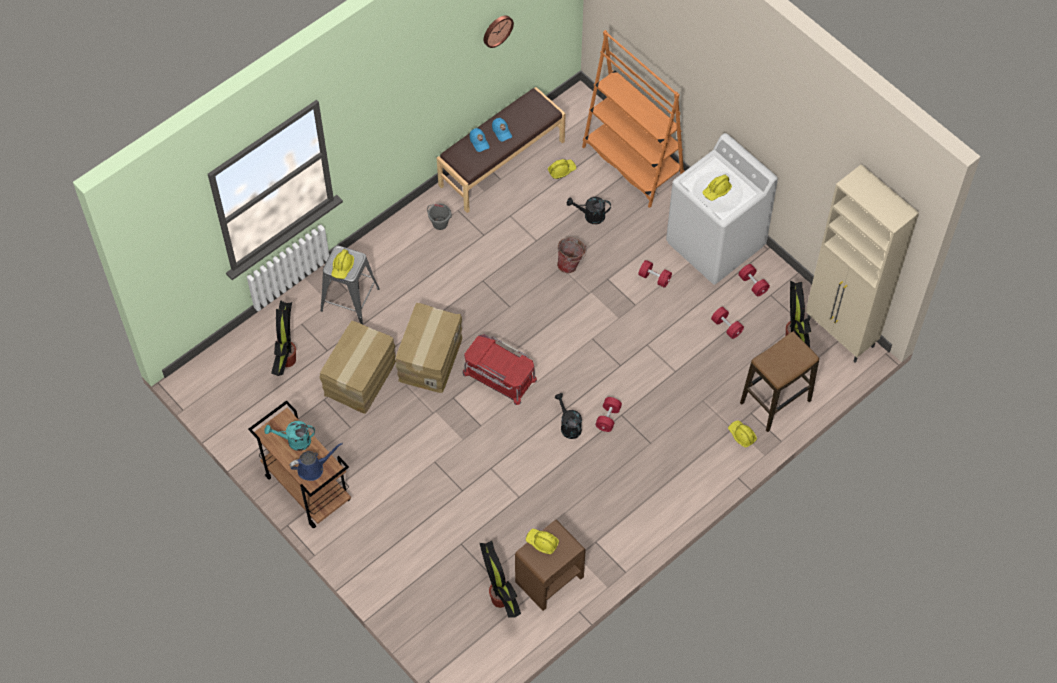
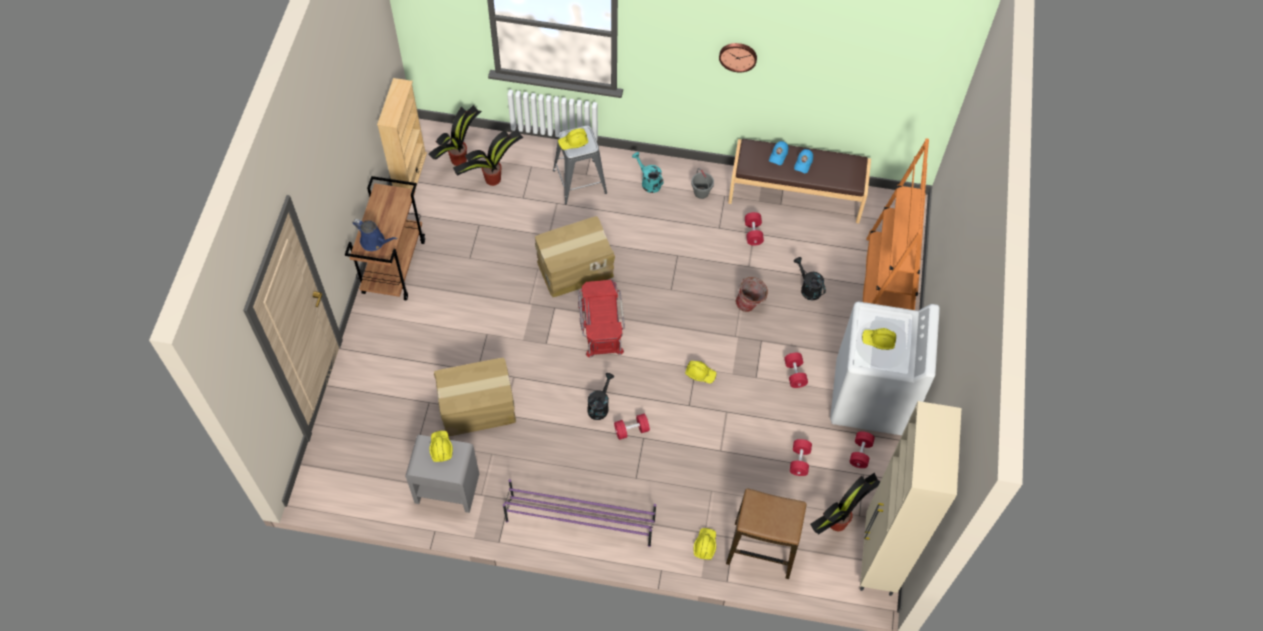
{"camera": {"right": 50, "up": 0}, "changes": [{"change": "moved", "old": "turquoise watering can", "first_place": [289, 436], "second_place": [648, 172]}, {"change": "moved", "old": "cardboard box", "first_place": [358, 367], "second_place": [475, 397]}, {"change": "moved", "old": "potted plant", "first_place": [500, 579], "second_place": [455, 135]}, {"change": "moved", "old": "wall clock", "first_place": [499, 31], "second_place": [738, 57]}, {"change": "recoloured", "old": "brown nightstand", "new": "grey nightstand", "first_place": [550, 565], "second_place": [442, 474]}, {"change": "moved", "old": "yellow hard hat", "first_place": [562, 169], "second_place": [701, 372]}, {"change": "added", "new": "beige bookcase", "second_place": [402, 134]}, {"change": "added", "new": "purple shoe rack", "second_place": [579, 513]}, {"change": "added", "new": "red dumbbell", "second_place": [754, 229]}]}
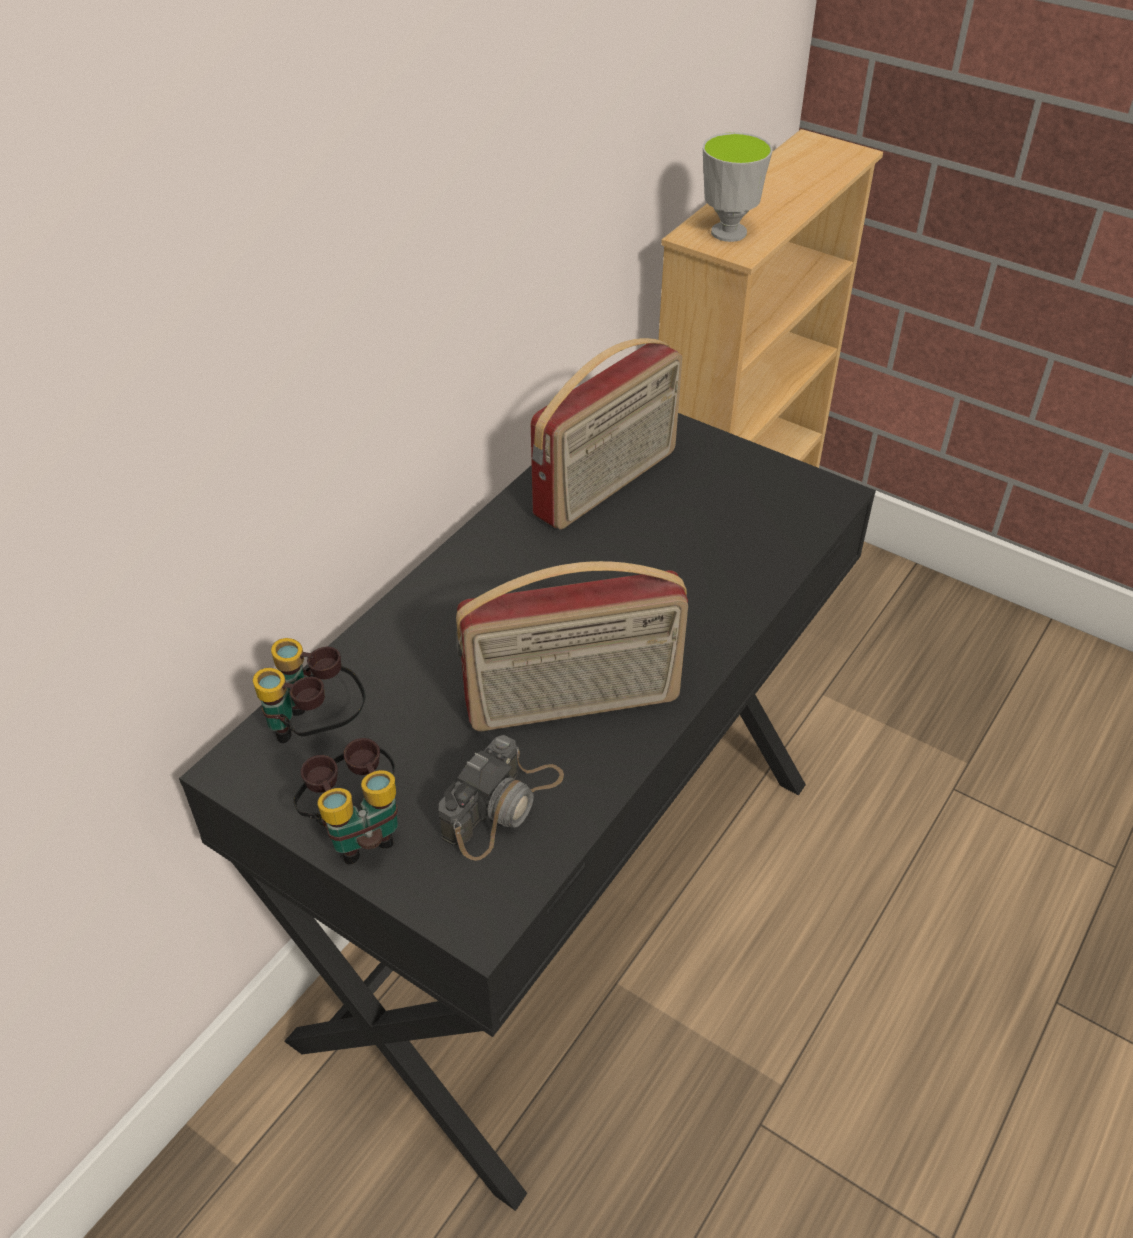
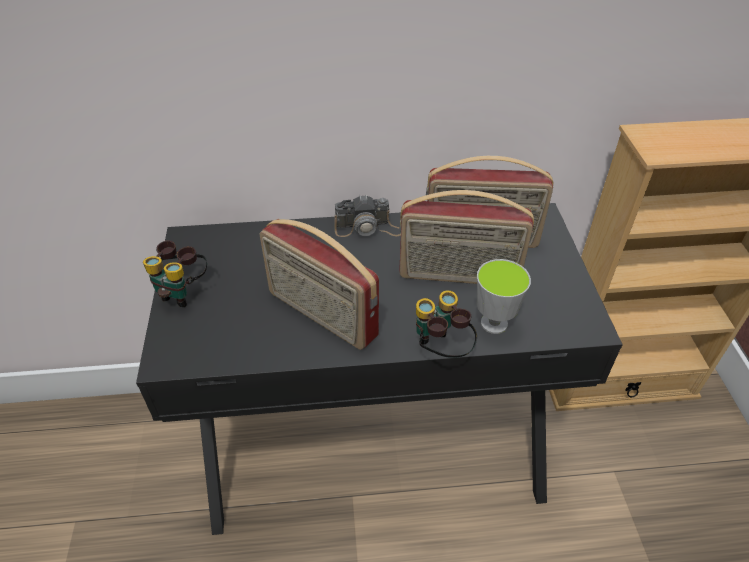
{"camera": {"right": 50, "up": 0}, "changes": [{"change": "moved", "old": "binoculars", "first_place": [309, 690], "second_place": [446, 324]}, {"change": "moved", "old": "photo camera", "first_place": [501, 798], "second_place": [367, 216]}, {"change": "moved", "old": "cup", "first_place": [737, 187], "second_place": [504, 296]}, {"change": "added", "new": "radio", "second_place": [466, 237]}]}
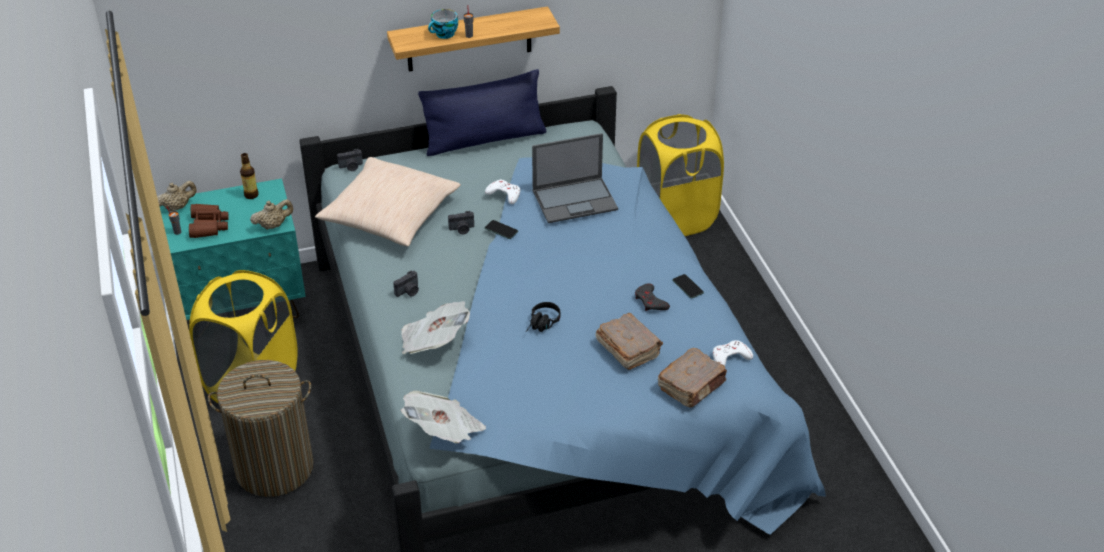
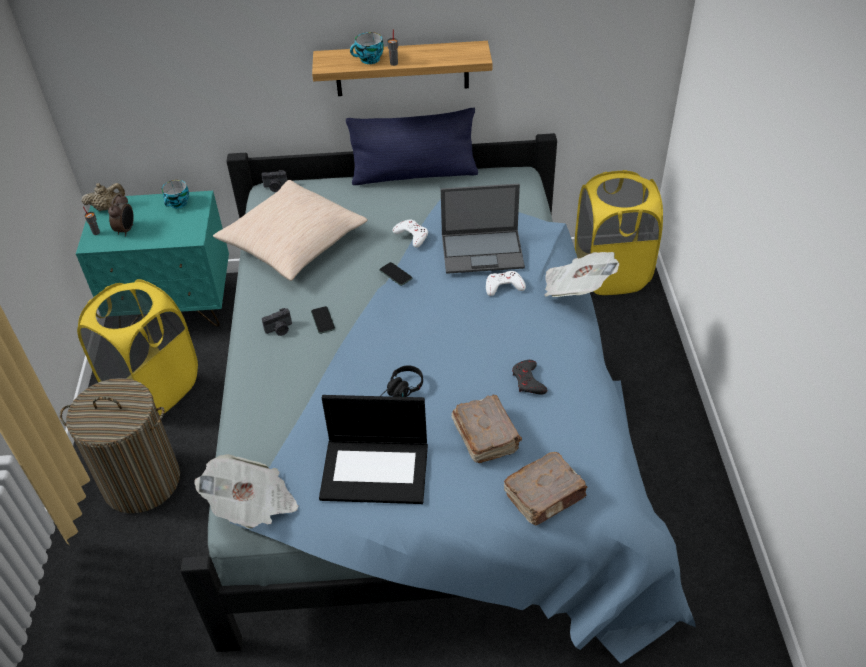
{"camera": {"right": 15, "up": 5}, "changes": [{"change": "replaced", "old": "brown binoculars", "new": "alarm clock", "first_place": [209, 221], "second_place": [121, 215]}, {"change": "replaced", "old": "bottle", "new": "cup", "first_place": [249, 176], "second_place": [175, 194]}, {"change": "removed", "old": "beige teapot", "first_place": [271, 214]}, {"change": "moved", "old": "newspaper", "first_place": [435, 327], "second_place": [582, 274]}, {"change": "removed", "old": "photo camera", "first_place": [461, 222]}, {"change": "moved", "old": "phone", "first_place": [688, 286], "second_place": [323, 320]}, {"change": "moved", "old": "white game controller", "first_place": [733, 353], "second_place": [506, 283]}, {"change": "added", "new": "laptop", "second_place": [373, 449]}]}
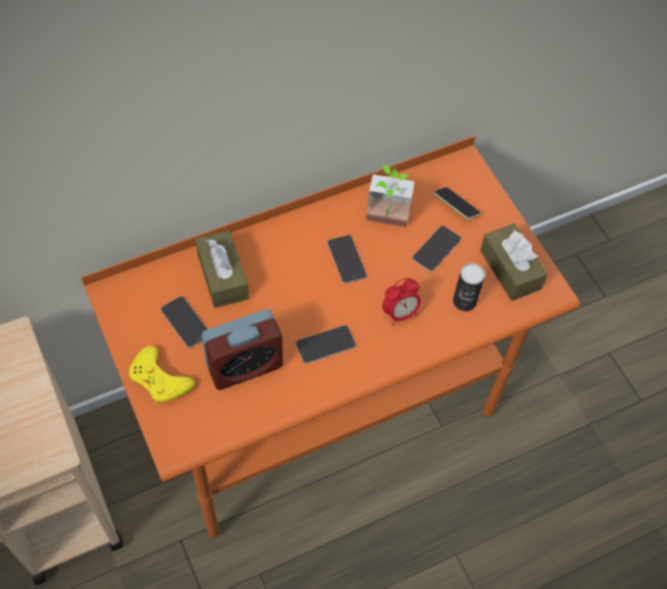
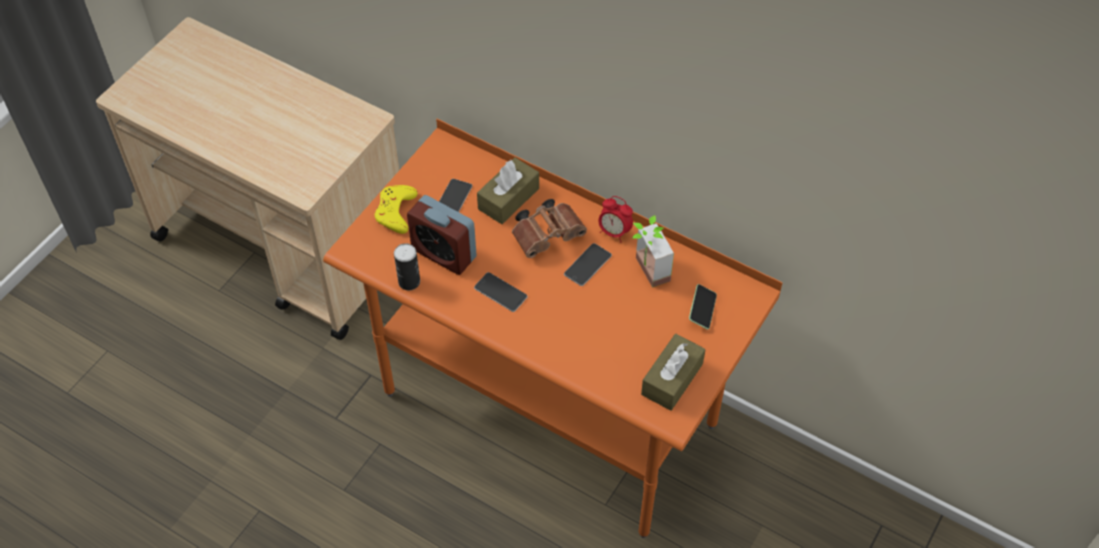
{"camera": {"right": 60, "up": -5}, "changes": [{"change": "moved", "old": "alarm clock", "first_place": [401, 301], "second_place": [615, 219]}, {"change": "removed", "old": "phone", "first_place": [437, 248]}, {"change": "moved", "old": "can", "first_place": [469, 287], "second_place": [407, 266]}, {"change": "added", "new": "brown binoculars", "second_place": [549, 228]}]}
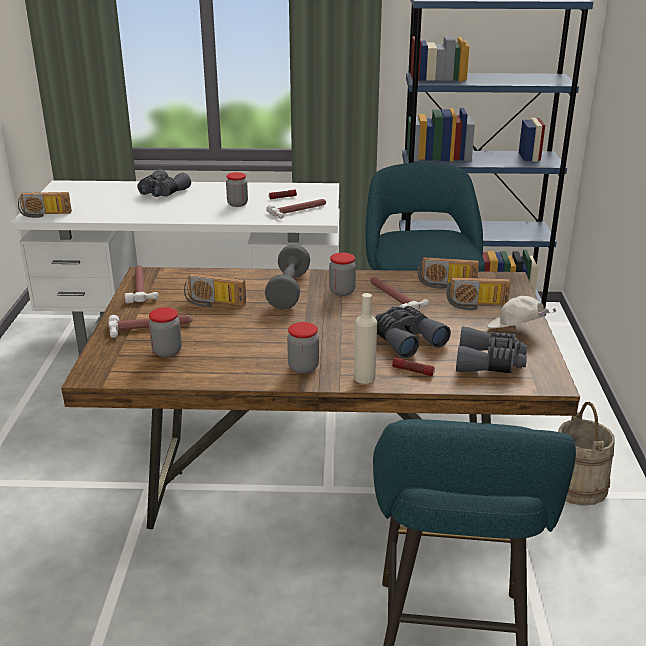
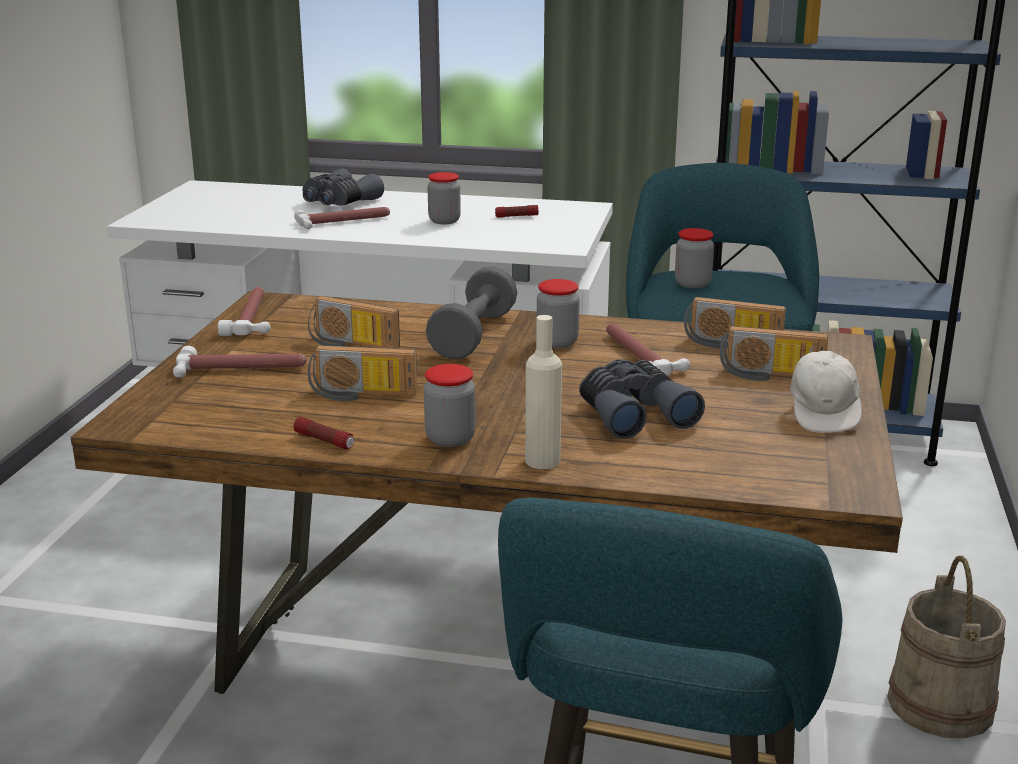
{"camera": {"right": 10, "up": -5}, "changes": [{"change": "moved", "old": "radio", "first_place": [45, 205], "second_place": [362, 373]}, {"change": "moved", "old": "jar", "first_place": [165, 332], "second_place": [694, 258]}, {"change": "moved", "old": "hammer", "first_place": [296, 209], "second_place": [342, 218]}, {"change": "moved", "old": "flashlight", "first_place": [413, 366], "second_place": [324, 433]}, {"change": "removed", "old": "grey binoculars", "first_place": [491, 350]}, {"change": "turned", "old": "white cap", "first_place": [522, 312], "second_place": [826, 389], "degrees": -120}]}
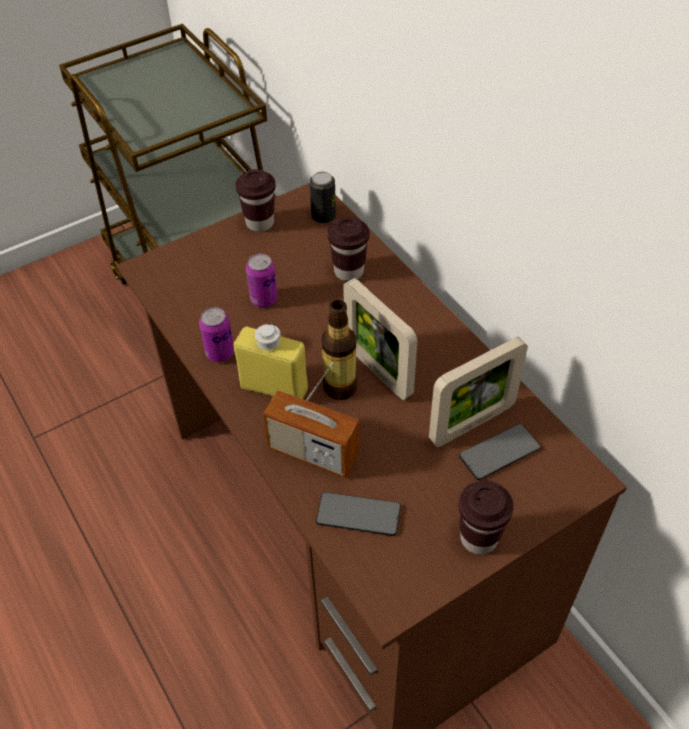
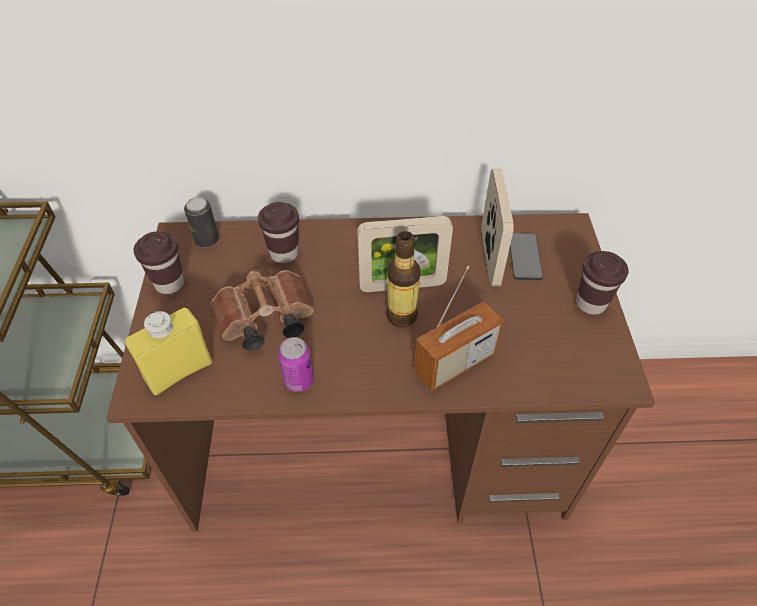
{"camera": {"right": -60, "up": 0}, "changes": [{"change": "moved", "old": "yellow bottle", "first_place": [271, 361], "second_place": [168, 351]}, {"change": "replaced", "old": "can", "new": "brown binoculars", "first_place": [262, 280], "second_place": [262, 310]}, {"change": "removed", "old": "phone", "first_place": [358, 514]}]}
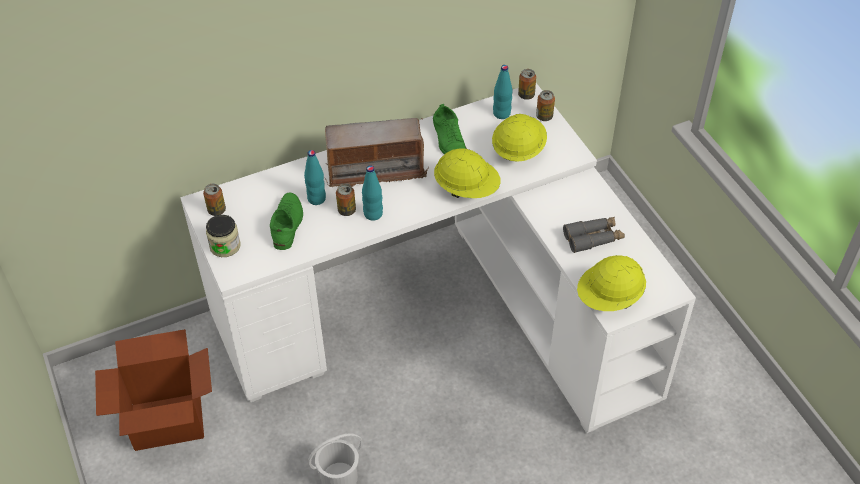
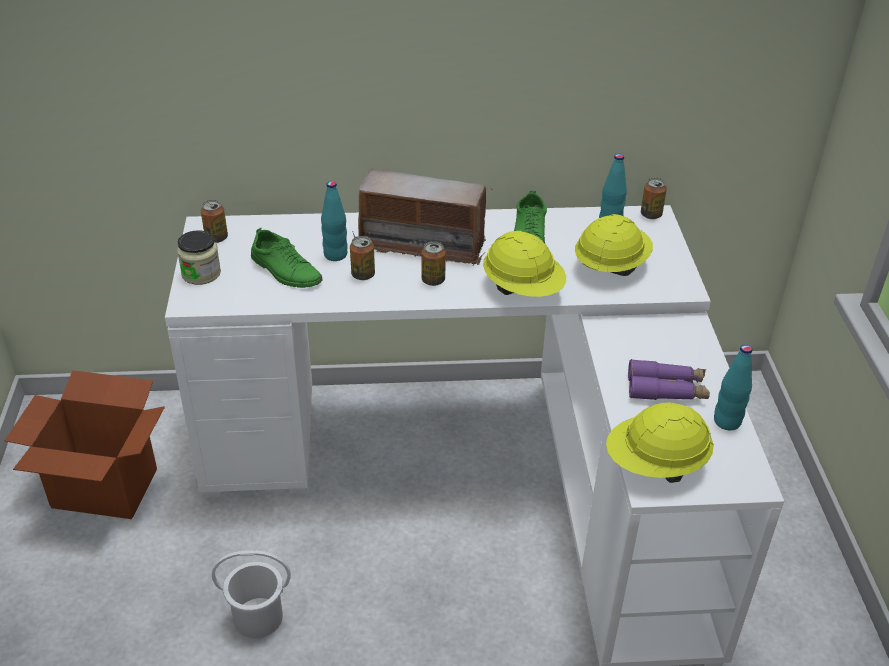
{"camera": {"right": 20, "up": -10}, "changes": [{"change": "turned", "old": "green shoe", "first_place": [286, 221], "second_place": [286, 258], "degrees": 105}, {"change": "moved", "old": "turquoise bottle", "first_place": [372, 193], "second_place": [733, 387]}, {"change": "moved", "old": "can", "first_place": [545, 105], "second_place": [433, 263]}, {"change": "recoloured", "old": "grey binoculars", "new": "purple binoculars", "first_place": [594, 235], "second_place": [669, 379]}]}
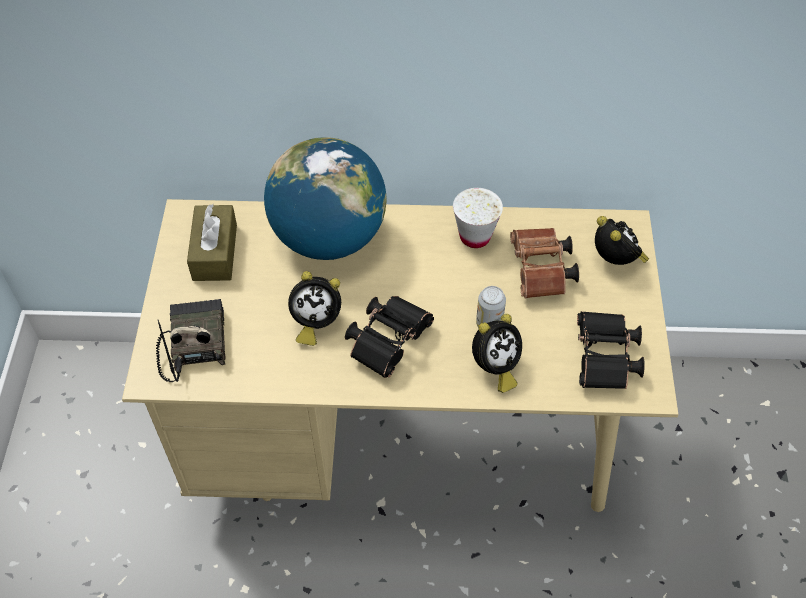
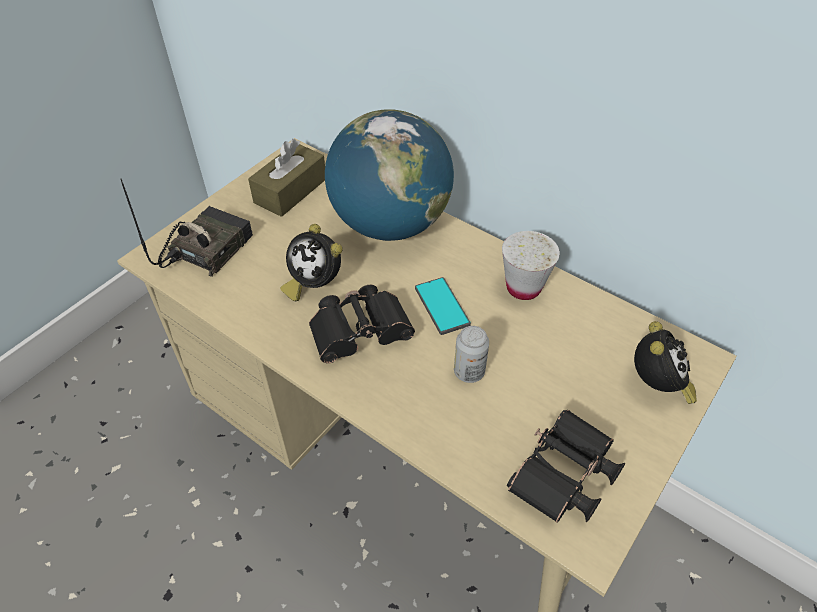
{"camera": {"right": 35, "up": -5}, "changes": [{"change": "removed", "old": "alarm clock", "first_place": [497, 353]}, {"change": "removed", "old": "brown binoculars", "first_place": [544, 263]}, {"change": "added", "new": "phone", "second_place": [443, 306]}]}
